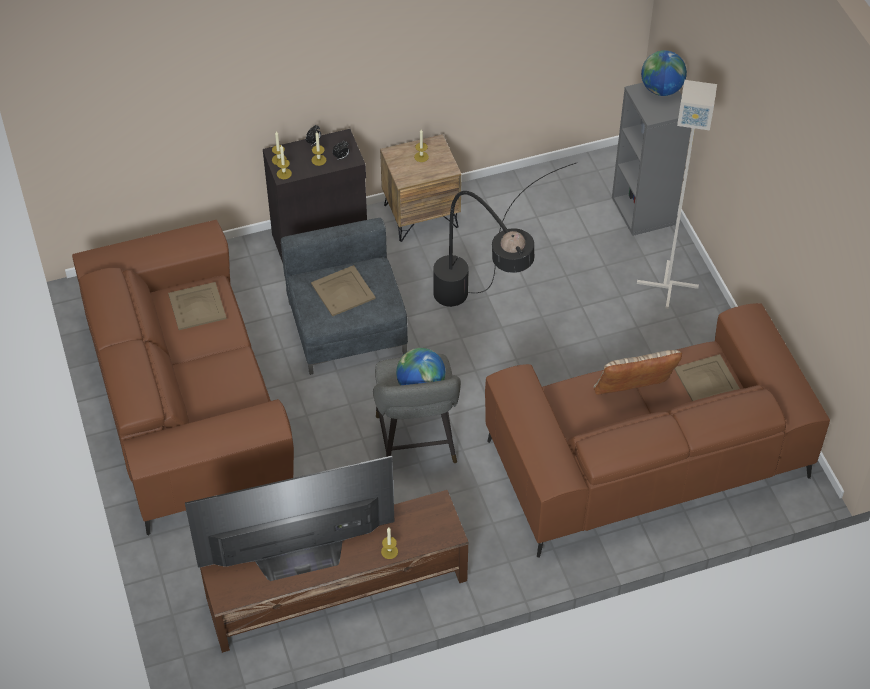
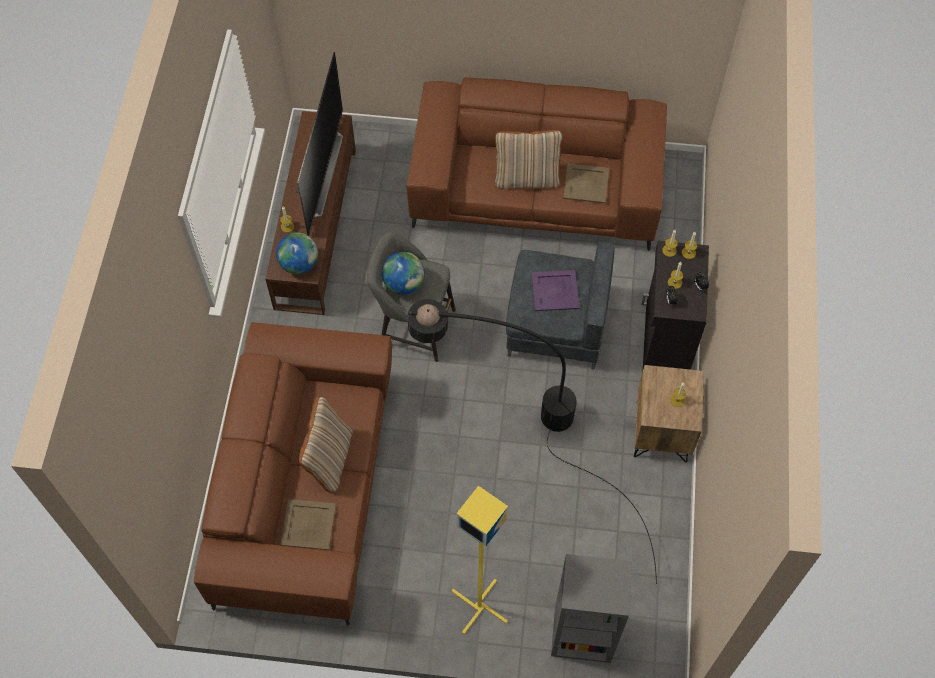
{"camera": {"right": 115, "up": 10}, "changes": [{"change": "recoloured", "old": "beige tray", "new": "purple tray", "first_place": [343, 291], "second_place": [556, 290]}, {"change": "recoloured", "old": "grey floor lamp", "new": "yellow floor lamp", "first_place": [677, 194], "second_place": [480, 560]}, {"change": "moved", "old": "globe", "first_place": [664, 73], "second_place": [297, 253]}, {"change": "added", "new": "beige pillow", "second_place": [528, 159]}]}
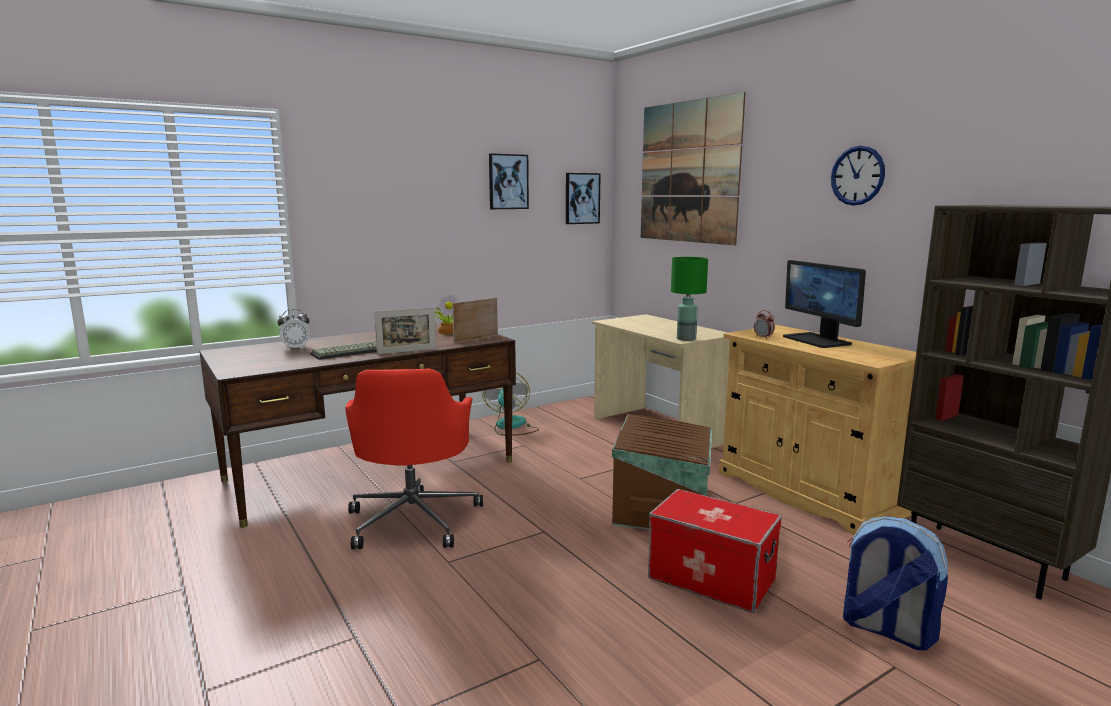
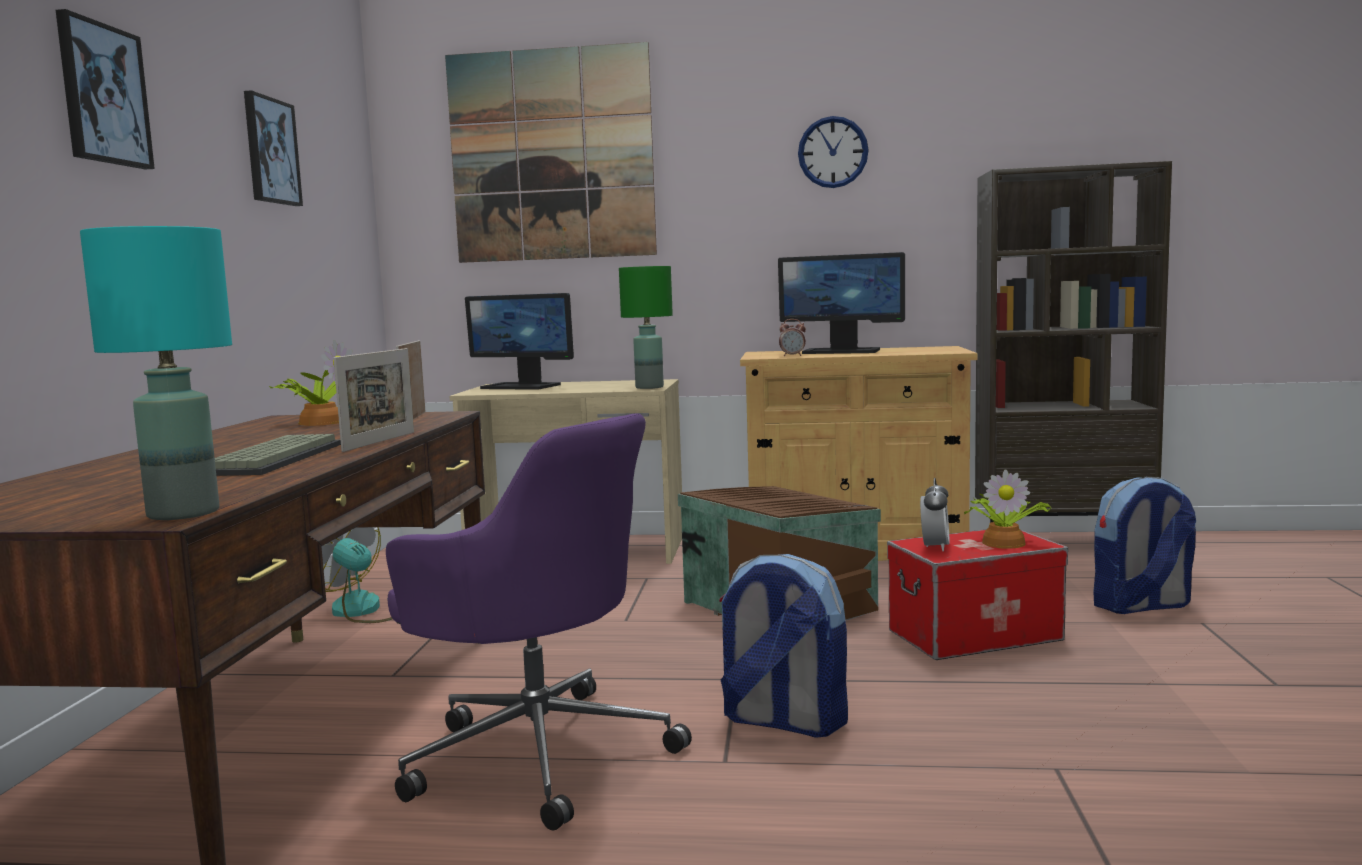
{"camera": {"right": -50, "up": -5}, "changes": [{"change": "moved", "old": "alarm clock", "first_place": [293, 329], "second_place": [934, 515]}, {"change": "recoloured", "old": "red office chair", "new": "purple office chair", "first_place": [414, 459], "second_place": [539, 622]}, {"change": "moved", "old": "picture", "first_place": [583, 198], "second_place": [105, 89]}, {"change": "added", "new": "turquoise table lamp", "second_place": [156, 373]}, {"change": "added", "new": "monitor", "second_place": [519, 341]}, {"change": "added", "new": "backpack", "second_place": [783, 645]}, {"change": "added", "new": "potted plant", "second_place": [1008, 509]}]}
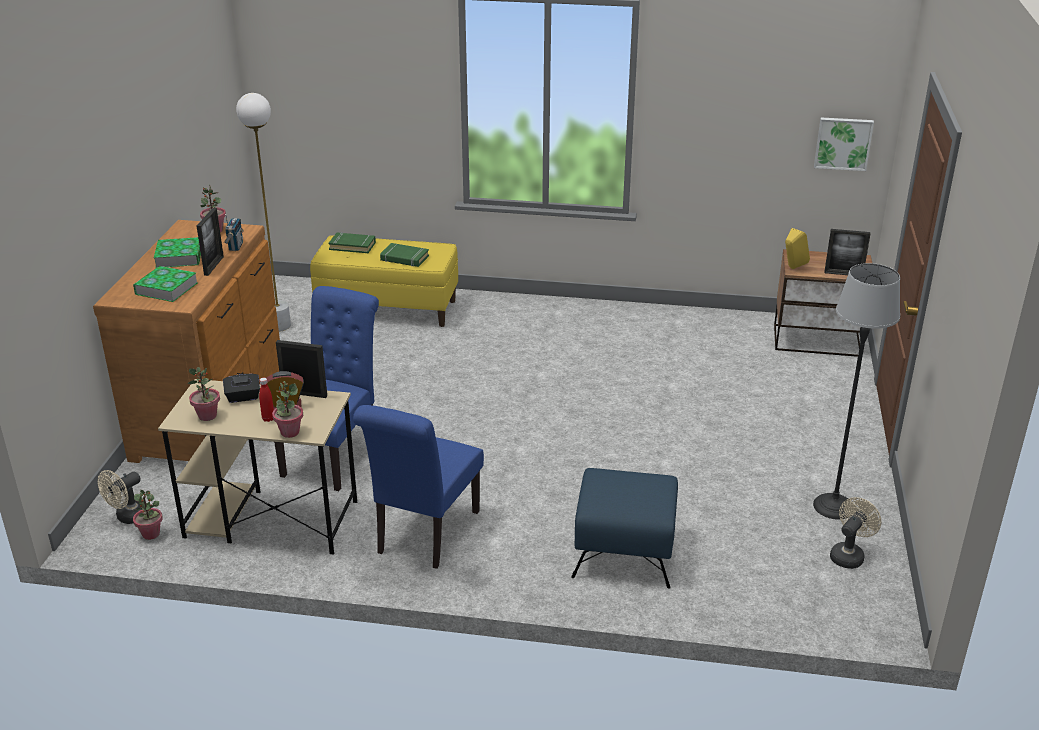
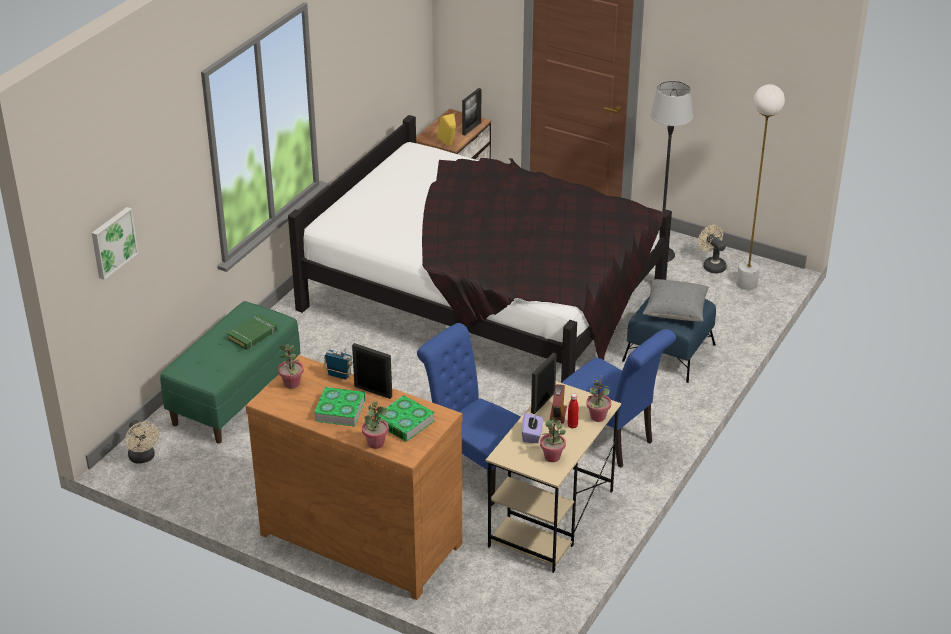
{"camera": {"right": -70, "up": 5}, "changes": [{"change": "moved", "old": "beige fan", "first_place": [120, 497], "second_place": [142, 442]}, {"change": "moved", "old": "potted plant", "first_place": [148, 515], "second_place": [375, 425]}, {"change": "recoloured", "old": "black tissue box", "new": "purple tissue box", "first_place": [241, 388], "second_place": [532, 428]}, {"change": "moved", "old": "white floor lamp", "first_place": [263, 212], "second_place": [760, 187]}, {"change": "recoloured", "old": "yellow bench", "new": "green bench", "first_place": [384, 281], "second_place": [230, 372]}, {"change": "removed", "old": "green book", "first_place": [352, 242]}, {"change": "moved", "old": "picture", "first_place": [844, 144], "second_place": [115, 243]}, {"change": "added", "new": "black bed", "second_place": [480, 248]}, {"change": "added", "new": "grey pillow", "second_place": [676, 300]}]}
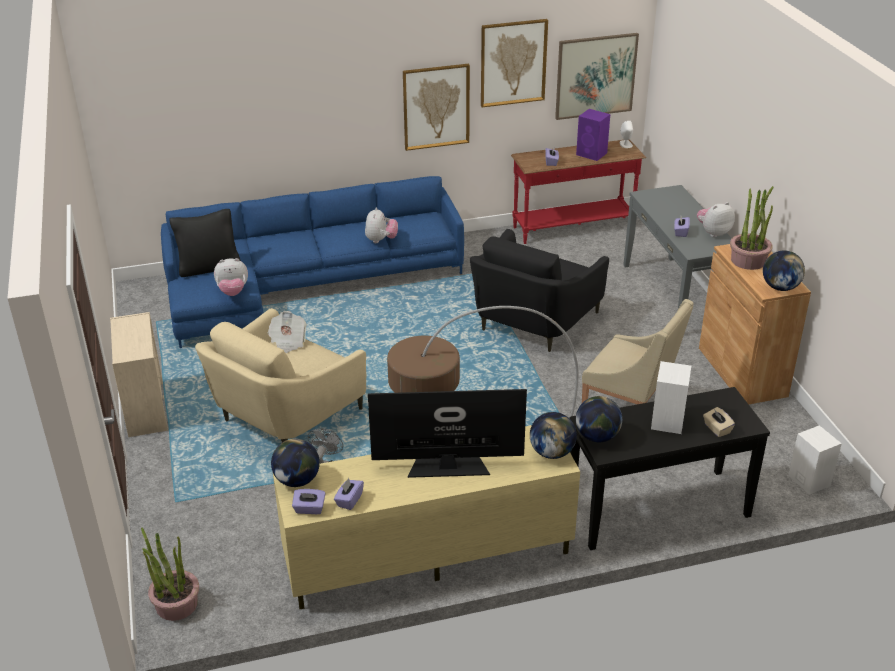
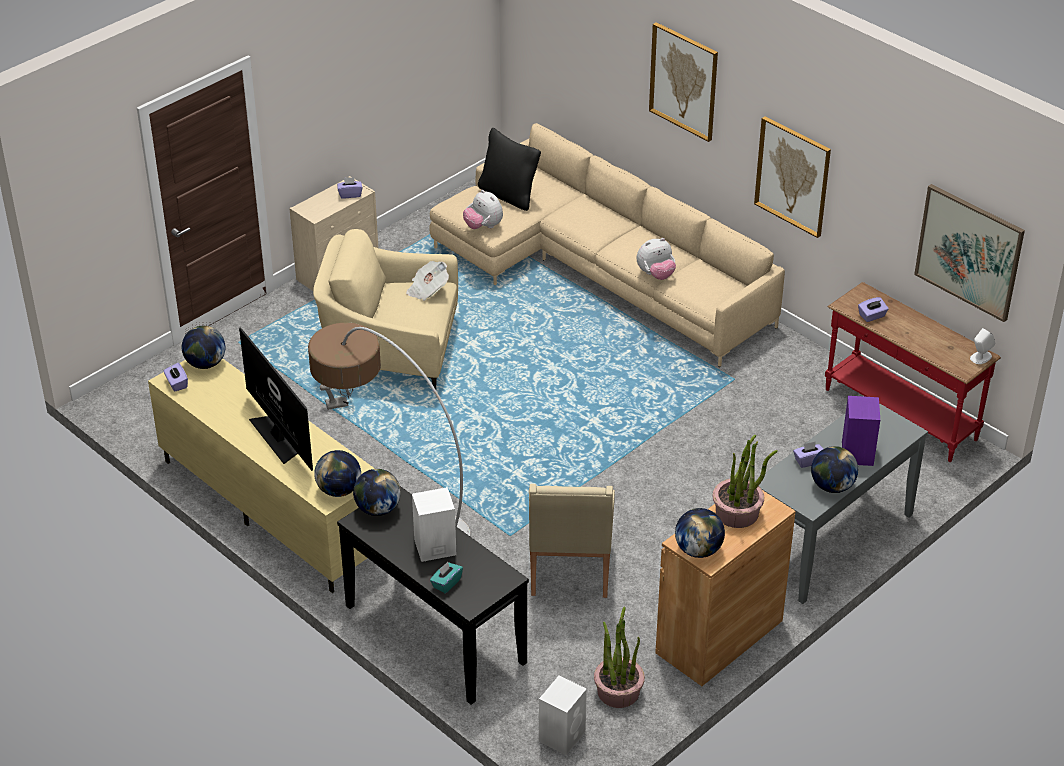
{"camera": {"right": 60, "up": 5}, "changes": [{"change": "moved", "old": "potted plant", "first_place": [170, 574], "second_place": [619, 657]}, {"change": "recoloured", "old": "blue sofa", "new": "beige sofa", "first_place": [312, 262], "second_place": [607, 245]}, {"change": "moved", "old": "purple tissue box", "first_place": [349, 494], "second_place": [349, 188]}, {"change": "removed", "old": "black armchair", "first_place": [539, 290]}, {"change": "moved", "old": "picture", "first_place": [514, 63], "second_place": [683, 82]}, {"change": "moved", "old": "purple speaker", "first_place": [593, 135], "second_place": [861, 431]}, {"change": "replaced", "old": "plush toy", "new": "globe", "first_place": [716, 219], "second_place": [834, 469]}, {"change": "recoloured", "old": "beige tissue box", "new": "turquoise tissue box", "first_place": [719, 422], "second_place": [446, 577]}]}
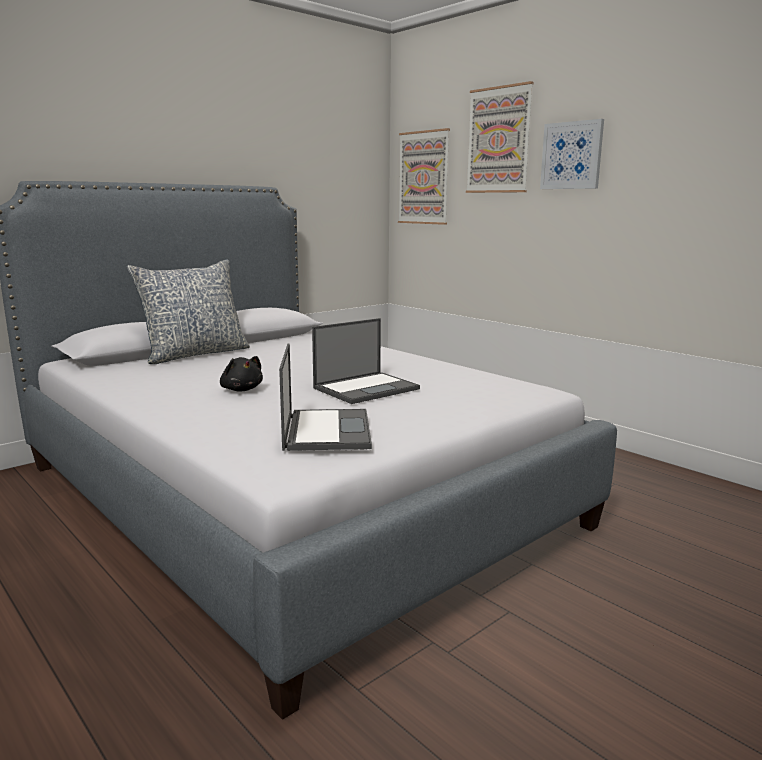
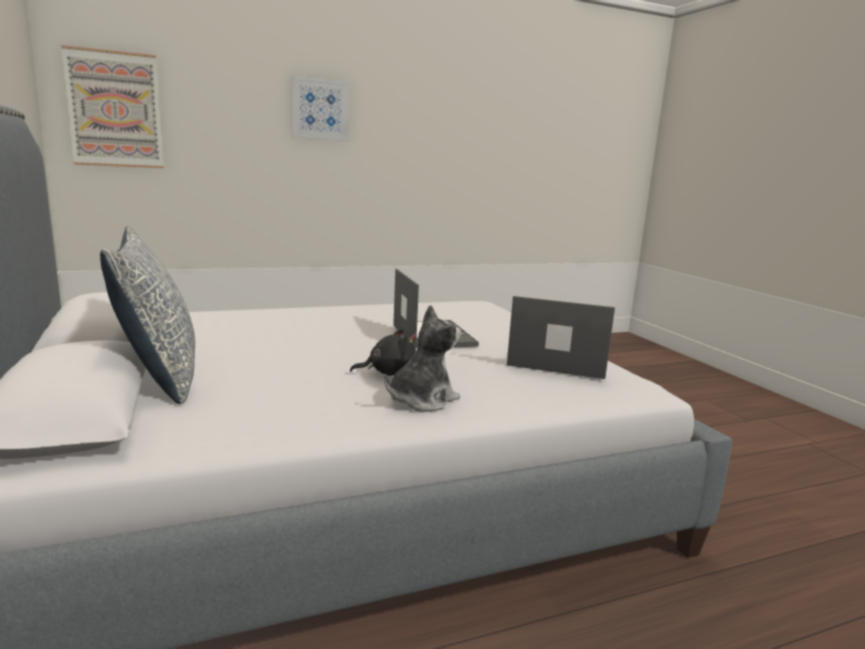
{"camera": {"right": -70, "up": 0}, "changes": [{"change": "removed", "old": "picture", "first_place": [500, 137]}, {"change": "added", "new": "plush toy", "second_place": [422, 358]}]}
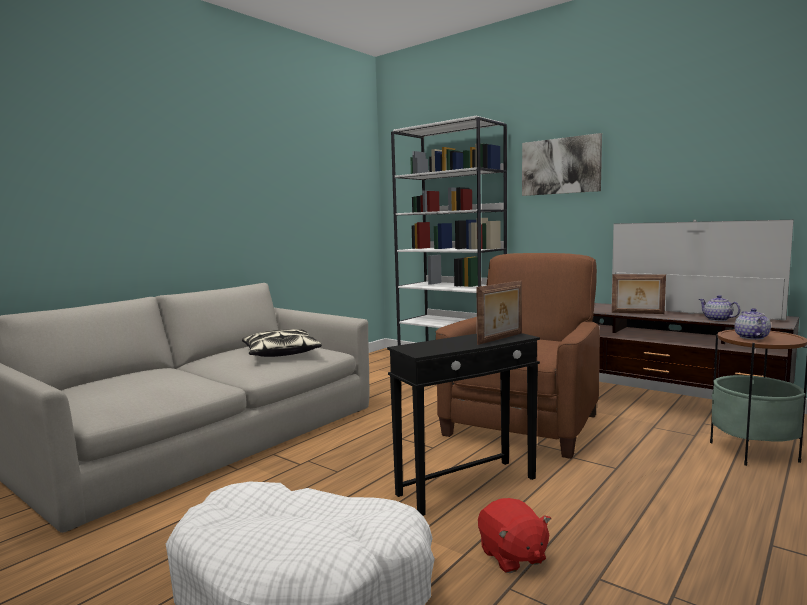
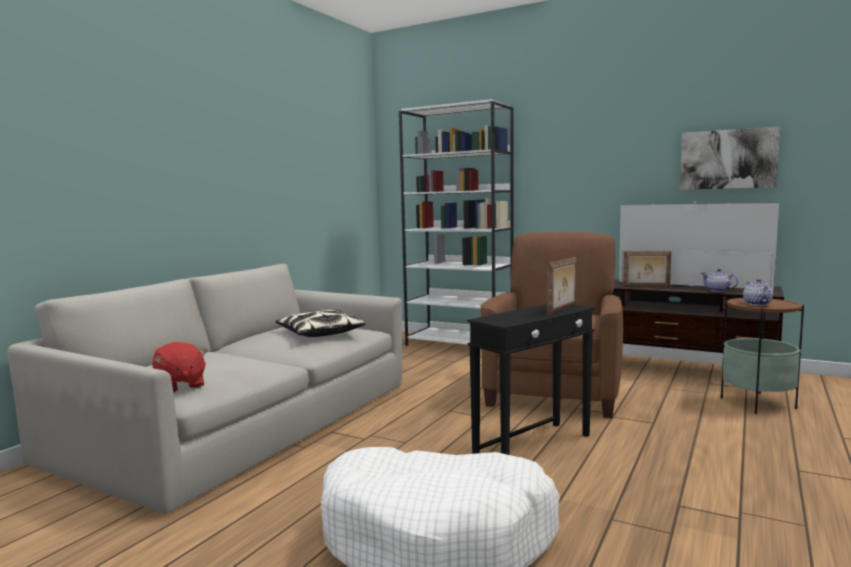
{"camera": {"right": -10, "up": 0}, "changes": [{"change": "moved", "old": "red plush toy", "first_place": [514, 535], "second_place": [179, 367]}, {"change": "moved", "old": "picture", "first_place": [562, 164], "second_place": [730, 158]}]}
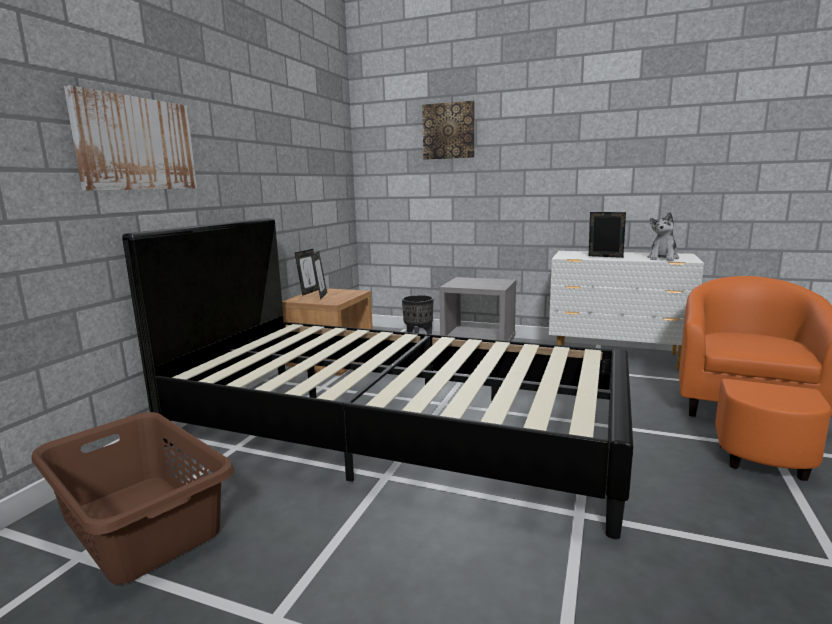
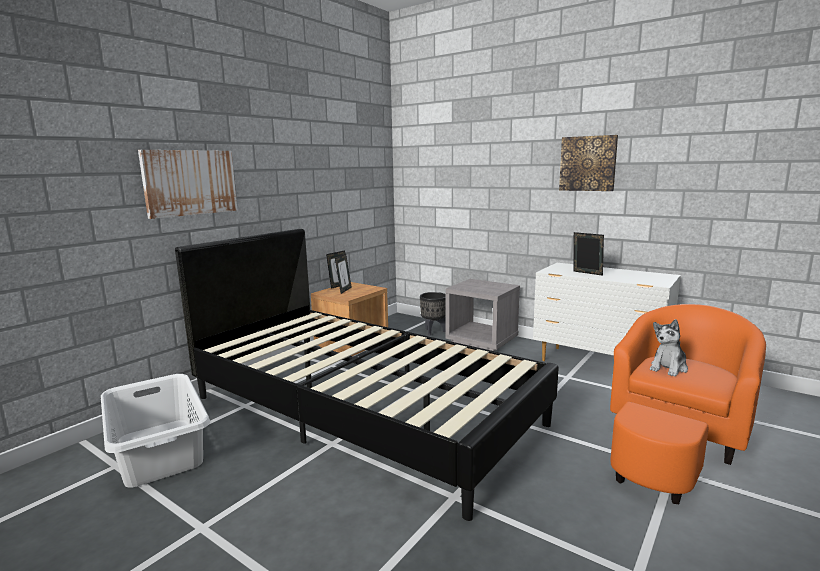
{"camera": {"right": 15, "up": 0}, "changes": [{"change": "recoloured", "old": "brown laundry basket", "new": "grey laundry basket", "first_place": [133, 498], "second_place": [155, 430]}, {"change": "moved", "old": "picture", "first_place": [448, 130], "second_place": [588, 163]}, {"change": "moved", "old": "plush toy", "first_place": [663, 236], "second_place": [669, 348]}]}
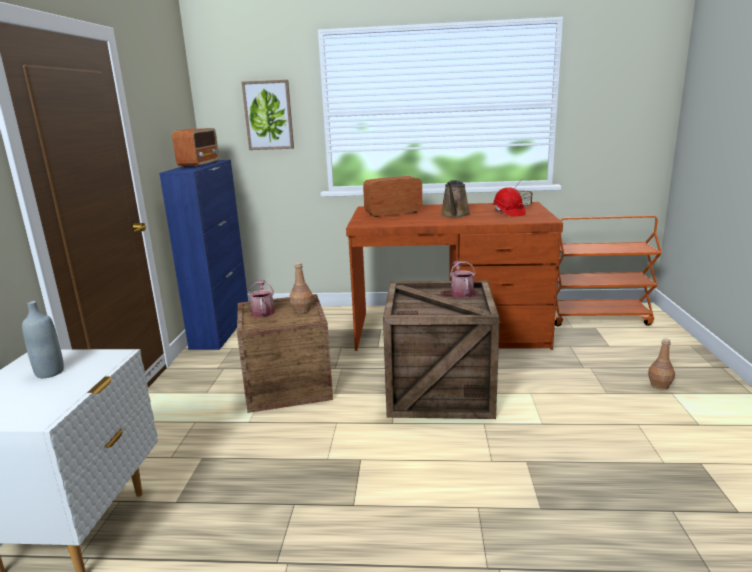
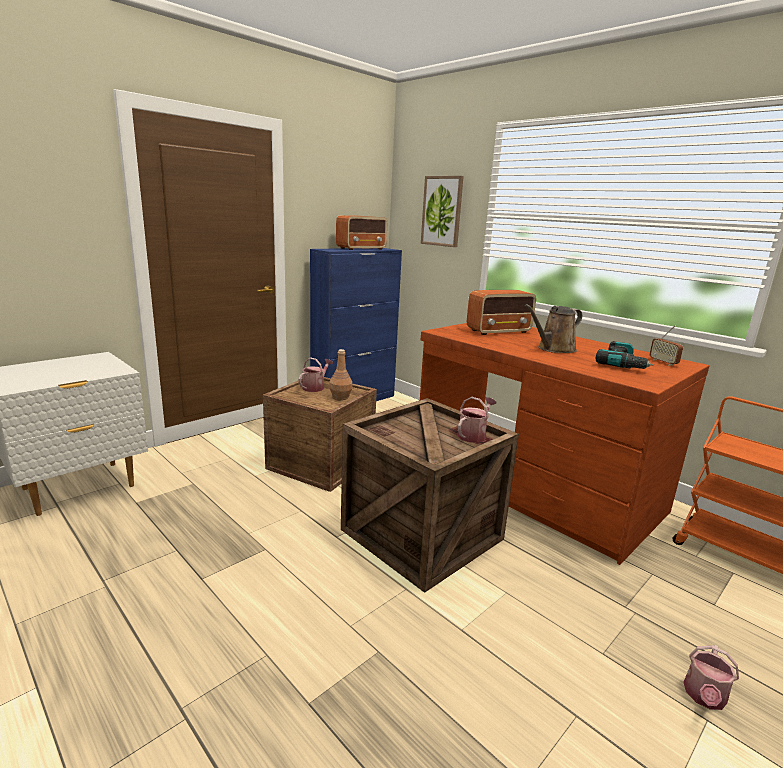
{"camera": {"right": 40, "up": 0}, "changes": [{"change": "removed", "old": "grey bottle", "first_place": [43, 339]}, {"change": "turned", "old": "radio", "first_place": [392, 196], "second_place": [501, 312], "degrees": 135}, {"change": "replaced", "old": "red hard hat", "new": "power drill", "first_place": [509, 201], "second_place": [624, 355]}, {"change": "replaced", "old": "brown bottle", "new": "watering can", "first_place": [661, 364], "second_place": [711, 677]}]}
